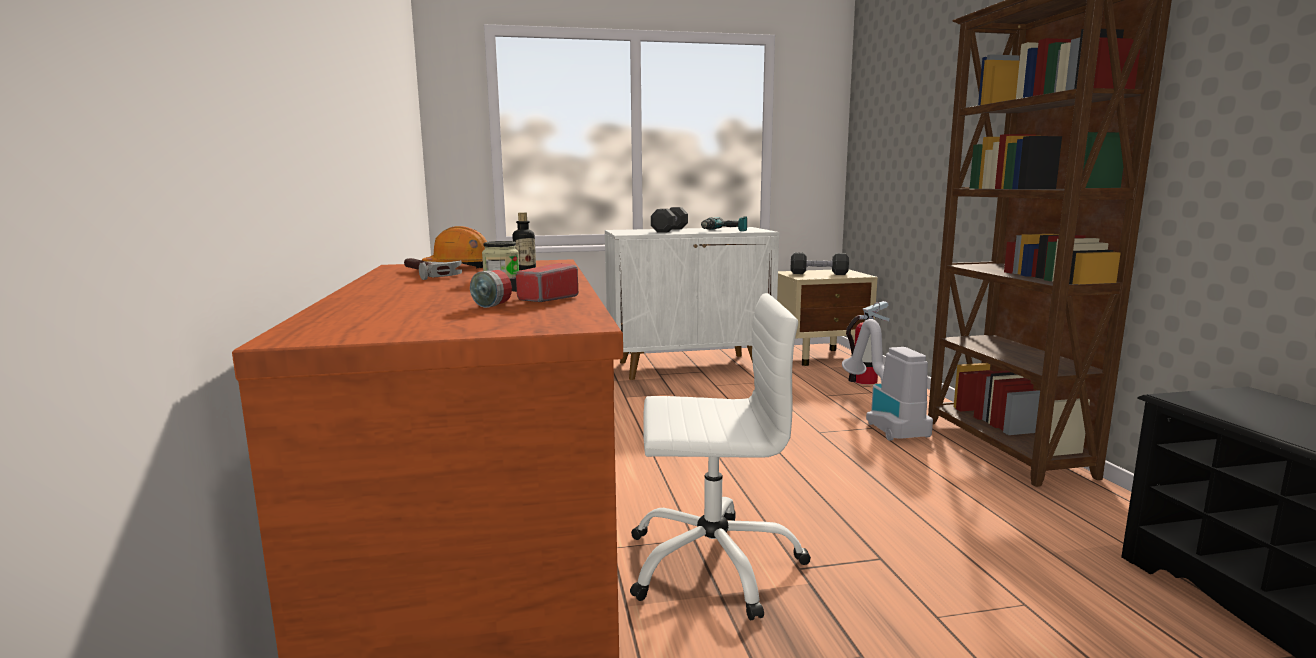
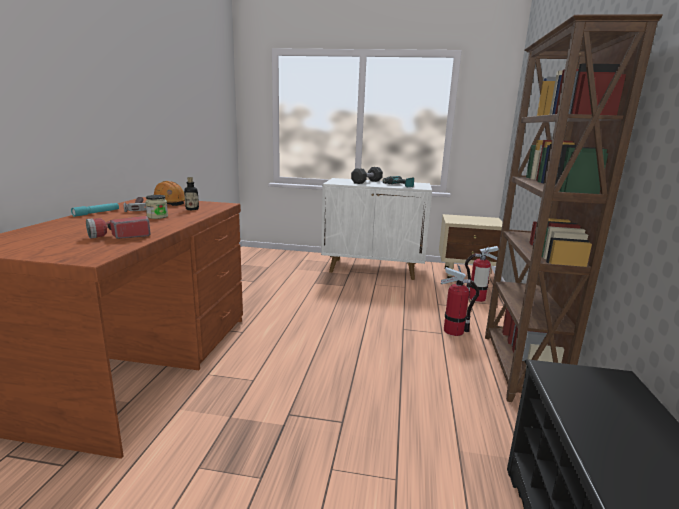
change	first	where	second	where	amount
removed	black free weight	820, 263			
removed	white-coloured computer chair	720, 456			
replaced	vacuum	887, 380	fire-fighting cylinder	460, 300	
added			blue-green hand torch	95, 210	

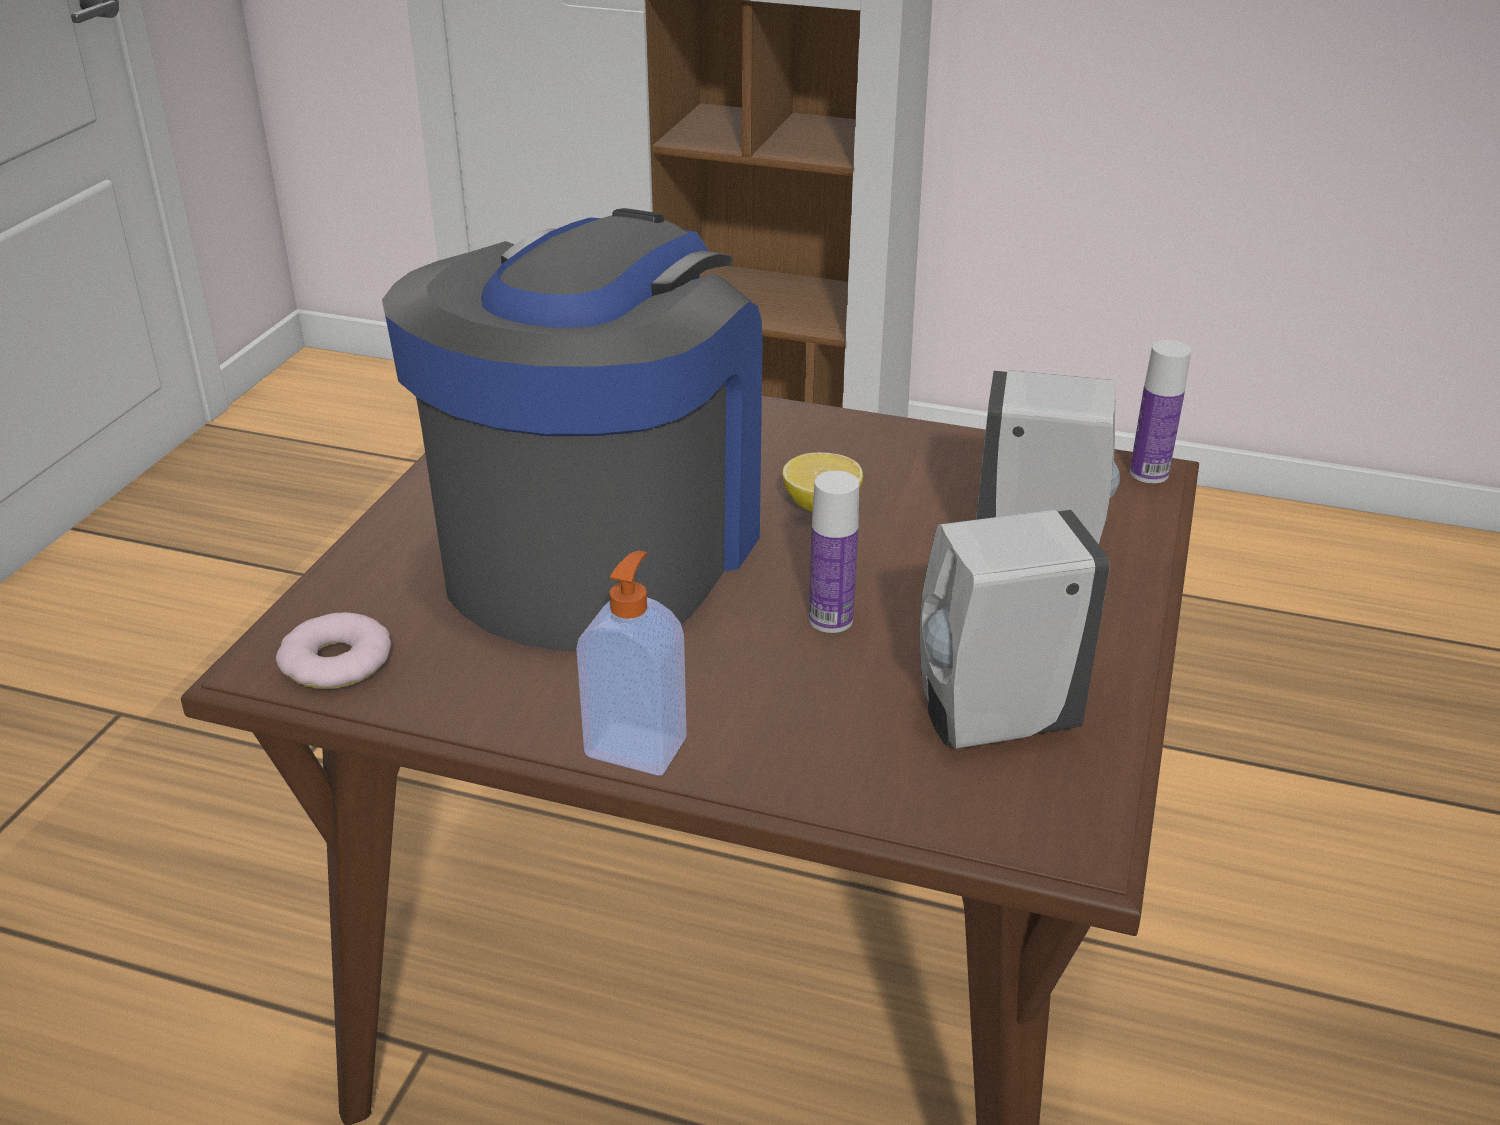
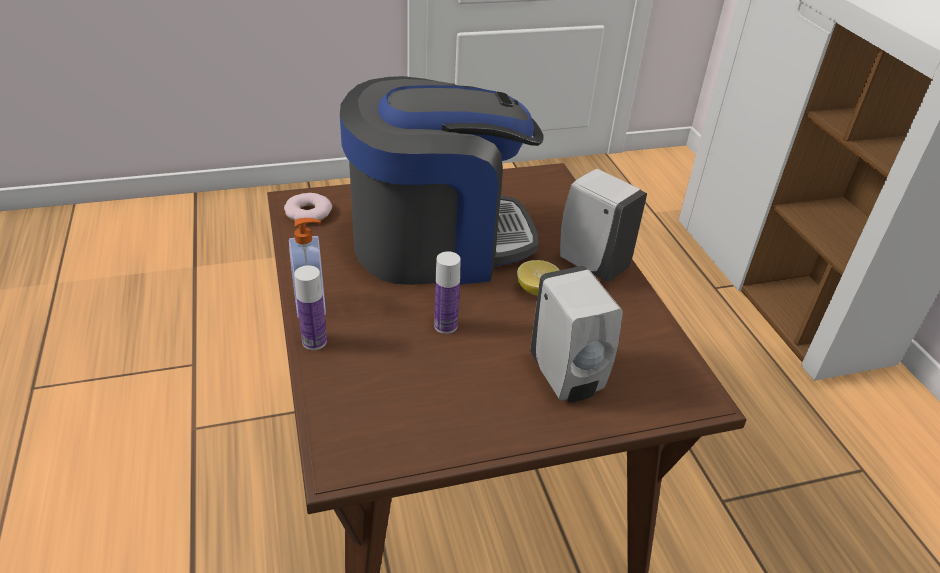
change	first	where	second	where	amount
moved	beverage bottle	1160, 411		310, 307	
moved	white-coloured liquid soap bottle	1014, 629		603, 225	

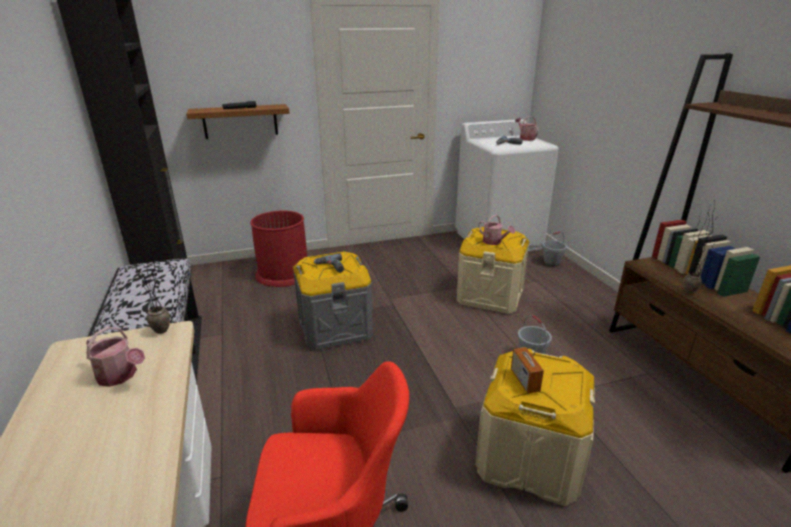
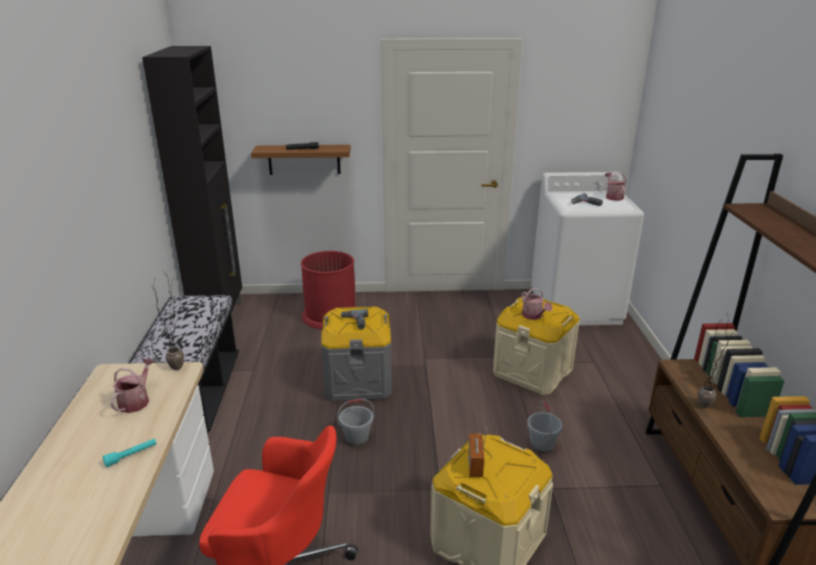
change	first	where	second	where	amount
moved	greyish water bucket	554, 248		355, 422	
turned	watering can	115, 357		133, 385	120 degrees counterclockwise
added			blue-green hand torch	129, 453	

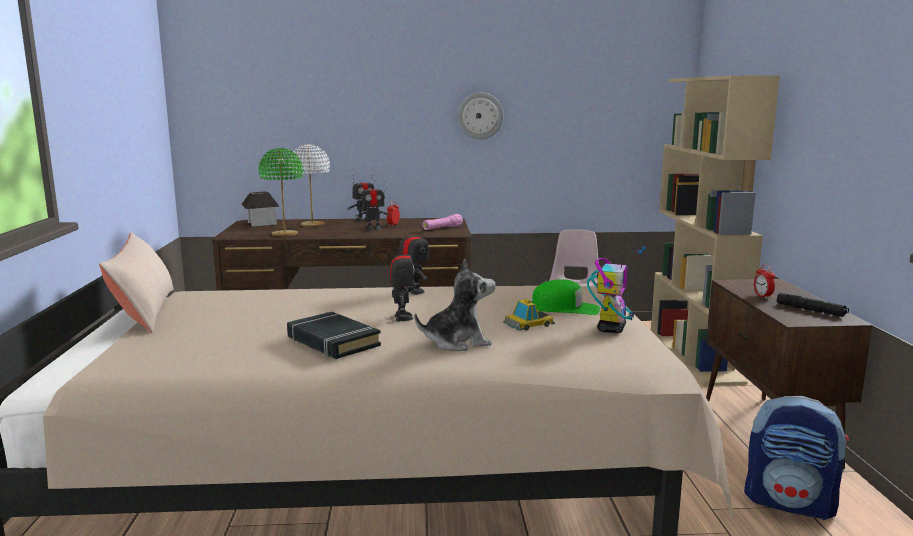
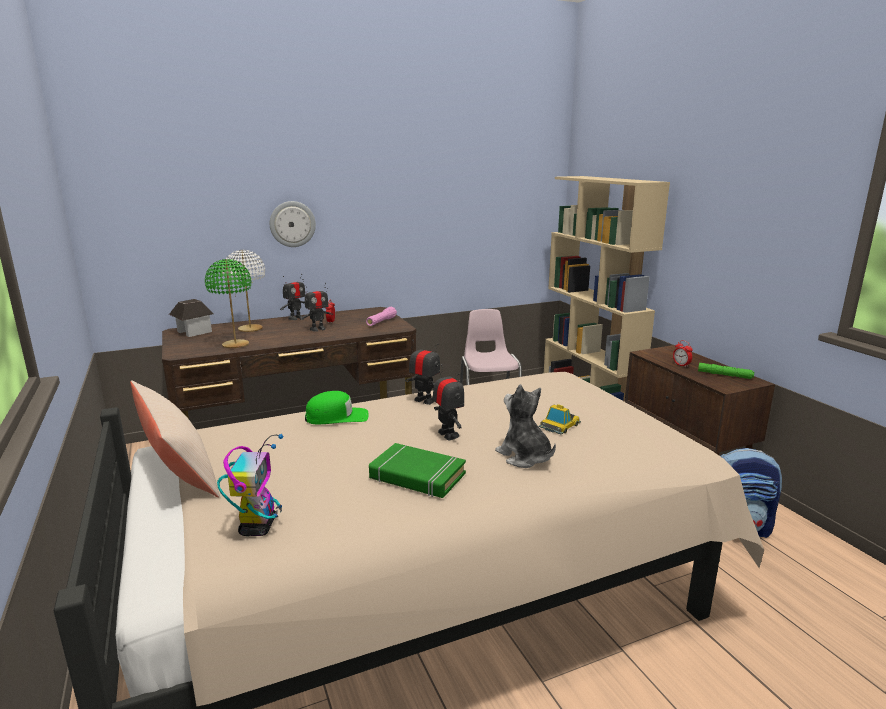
change	first	where	second	where	amount
moved	hanging clock	480, 116		293, 224	
moved	model robot	616, 289		250, 485	
turned	plush toy	455, 305		525, 426	90 degrees counterclockwise
moved	greenish baseball cap	565, 297		337, 407	
recoloured	black hand torch	813, 305	greenish hand torch	726, 371	
recoloured	black volume	334, 335	greenish volume	417, 470	

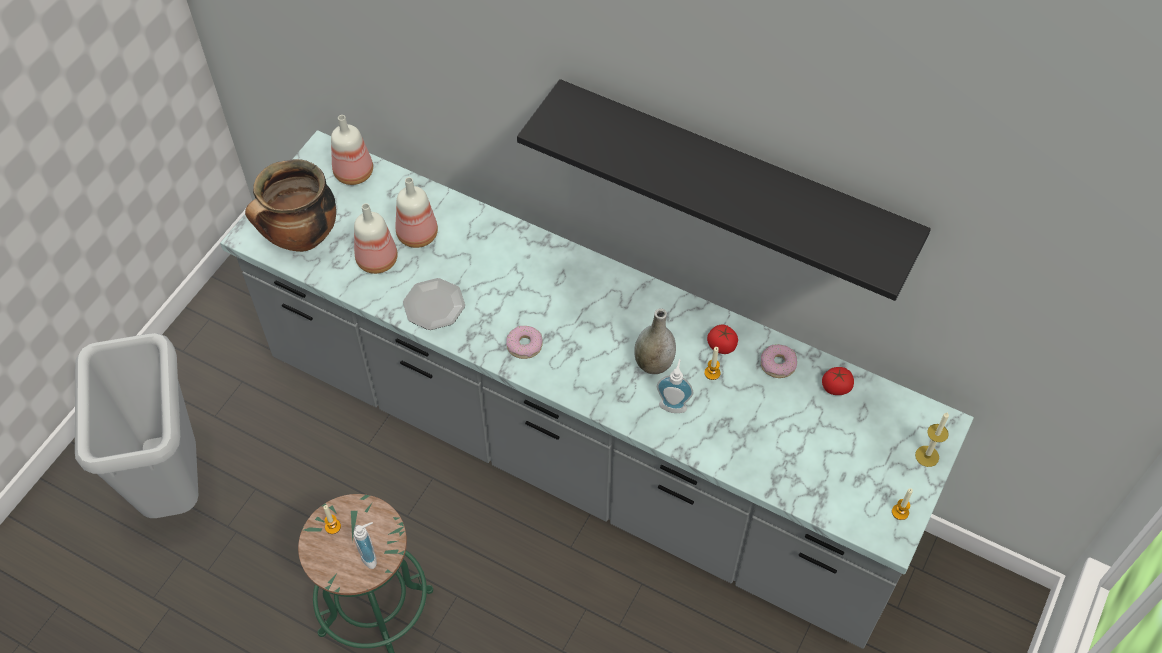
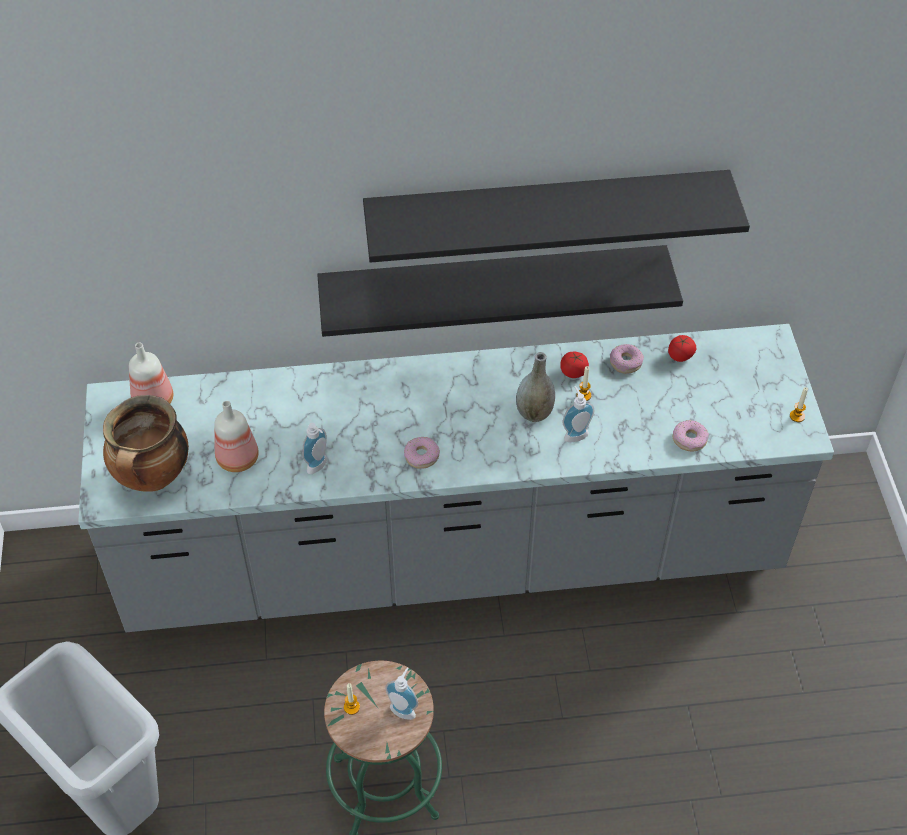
change	first	where	second	where	amount
removed	beverage bottle	417, 212			
replaced	flat dish	434, 304	liquid soap bottle	314, 448	
removed	wax light	932, 439			
added			black shelf	500, 291	
added			doughnut	691, 436	

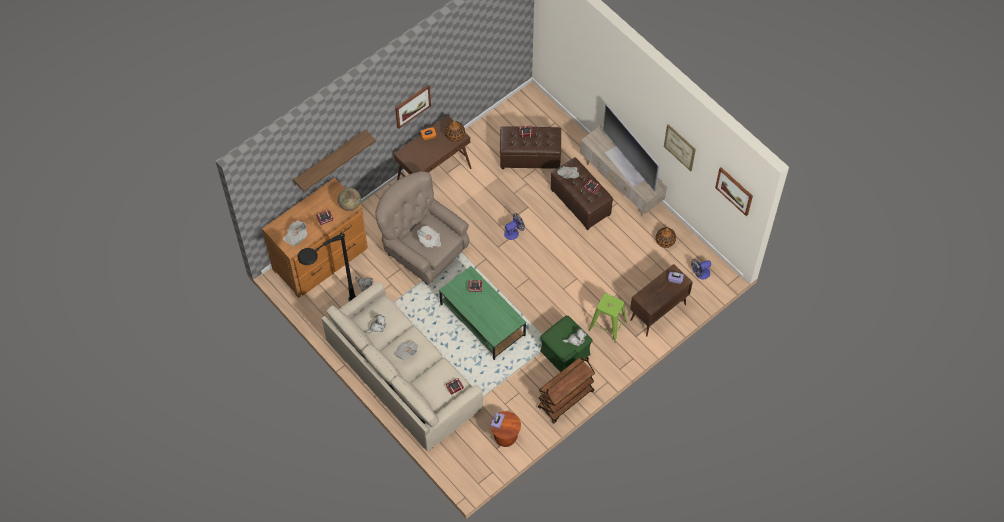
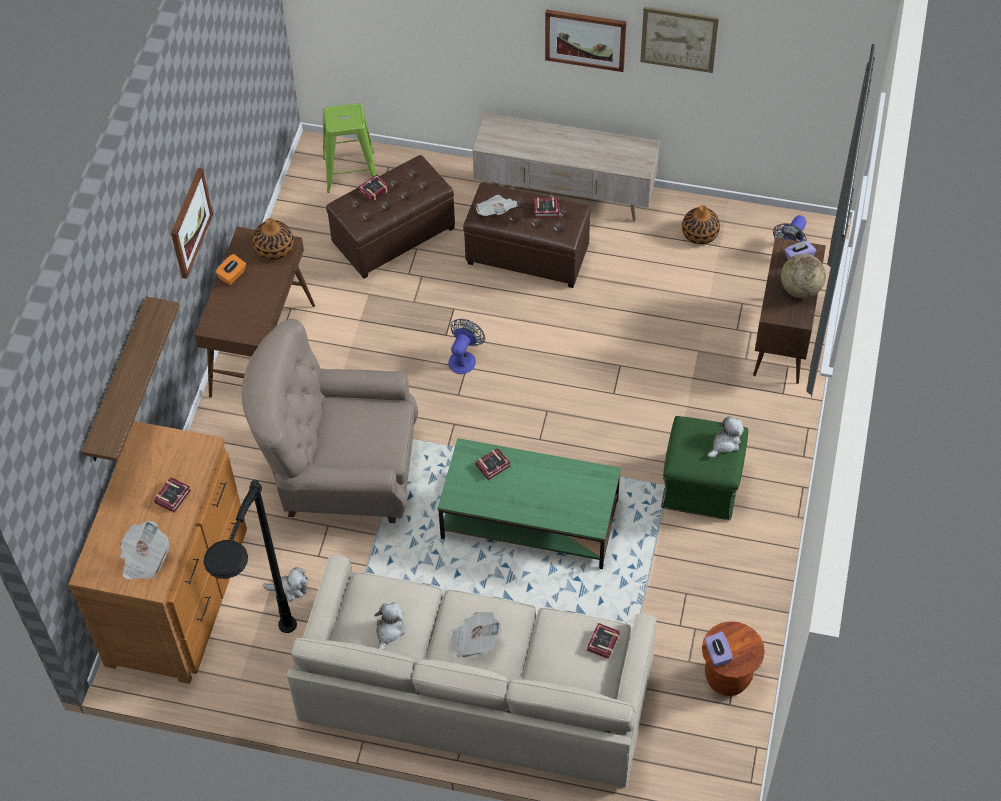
change	first	where	second	where	amount
removed	television	631, 147			
moved	wall picture	734, 191		586, 40	
moved	world globe	349, 199		803, 276	
removed	newspaper	429, 237			
moved	greenish sitting stool	608, 318		349, 148	
removed	brown-coloured trolley	566, 390			

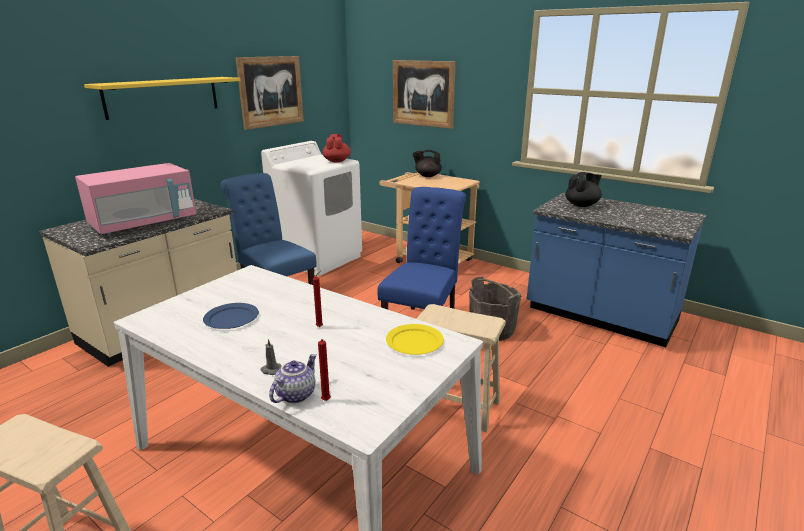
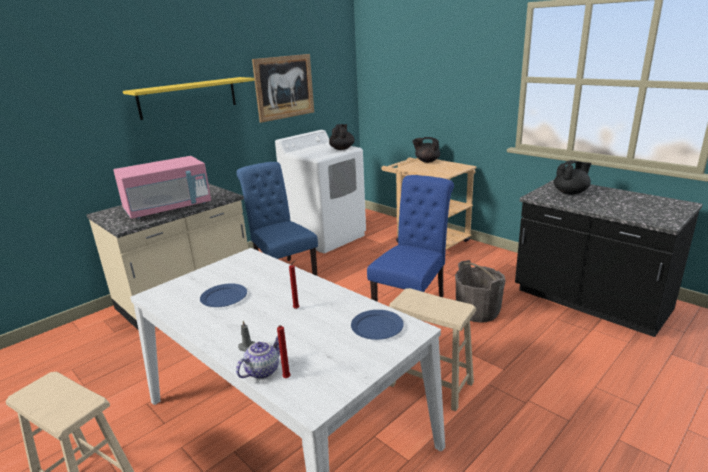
change	first	where	second	where	amount
removed	wall picture	424, 94			
recoloured	red tea pot	337, 148	black tea pot	342, 137	
recoloured	blue counter	616, 269	black counter	609, 258	
recoloured	yellow flat dish	415, 339	blue flat dish	377, 325	

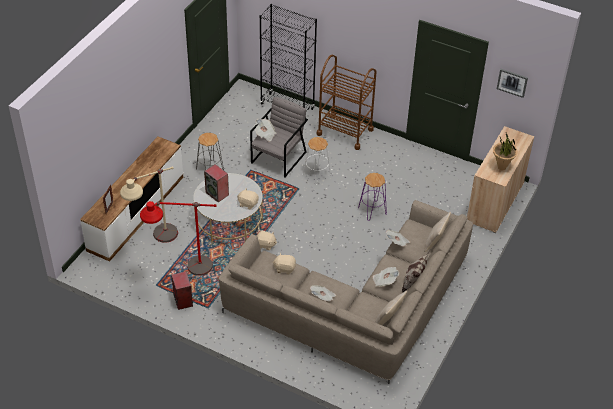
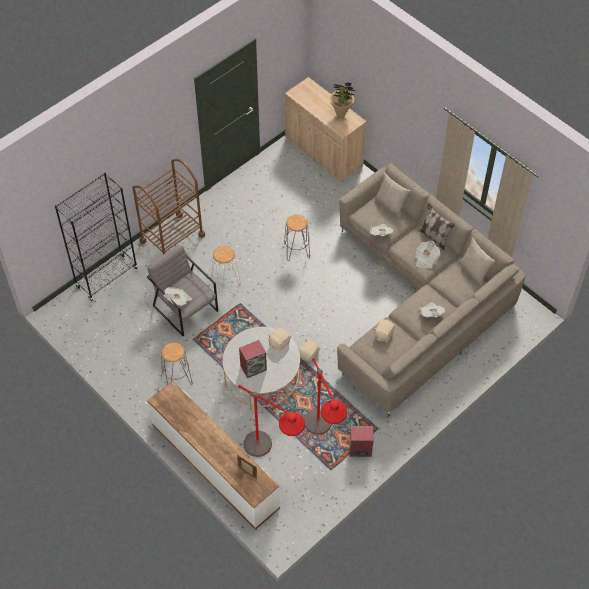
change	first	where	second	where	amount
removed	wall picture	512, 83			
recoloured	sand-coloured standard lamp	149, 204	red standard lamp	271, 421	
recoloured	purple sitting stool	372, 197	greyish sitting stool	297, 237	

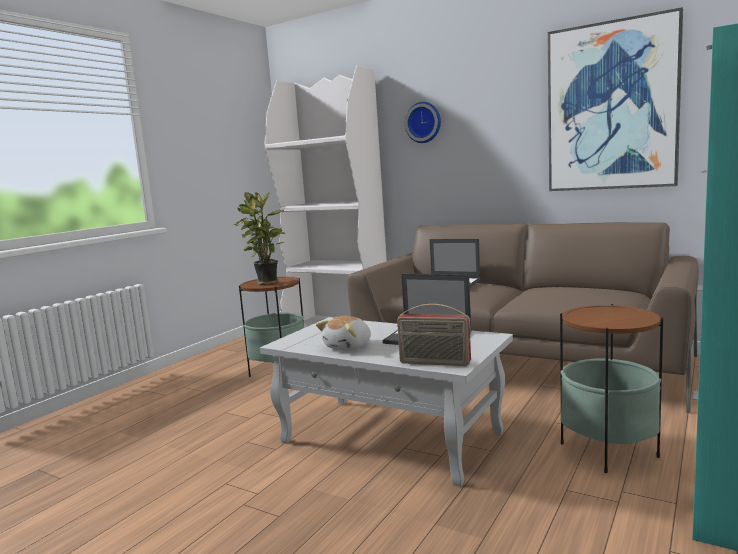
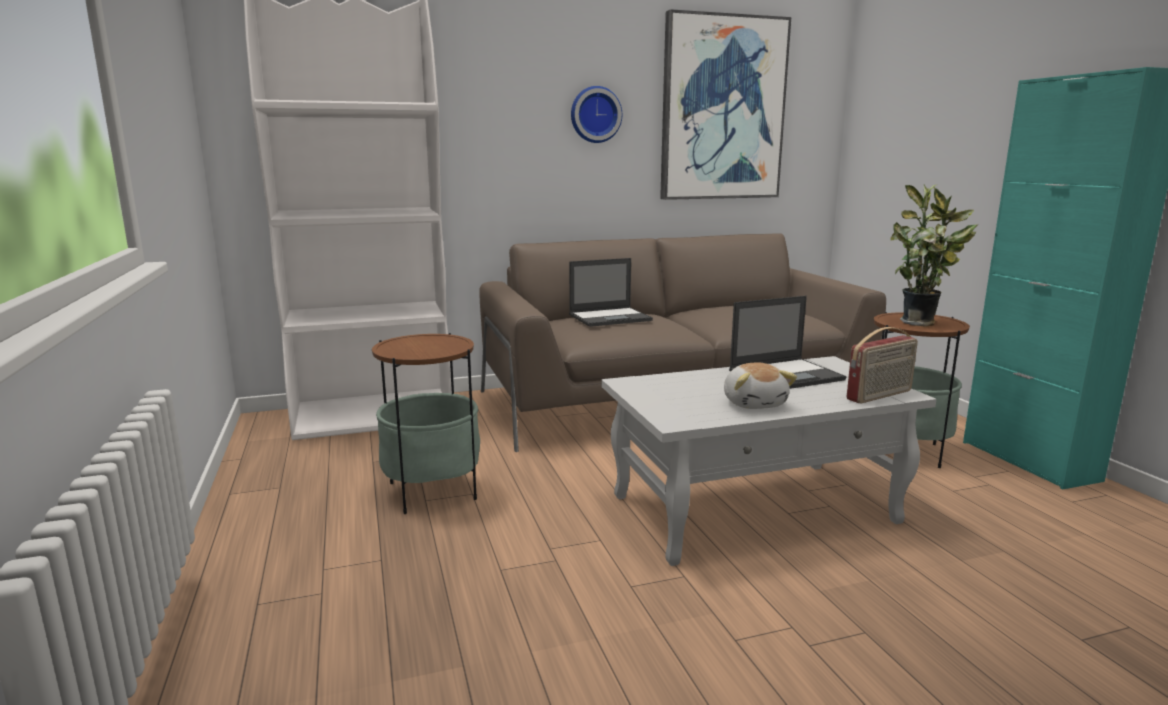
change	first	where	second	where	amount
moved	hanging clock	423, 122		596, 114	
moved	houseplant	259, 238		933, 256	

